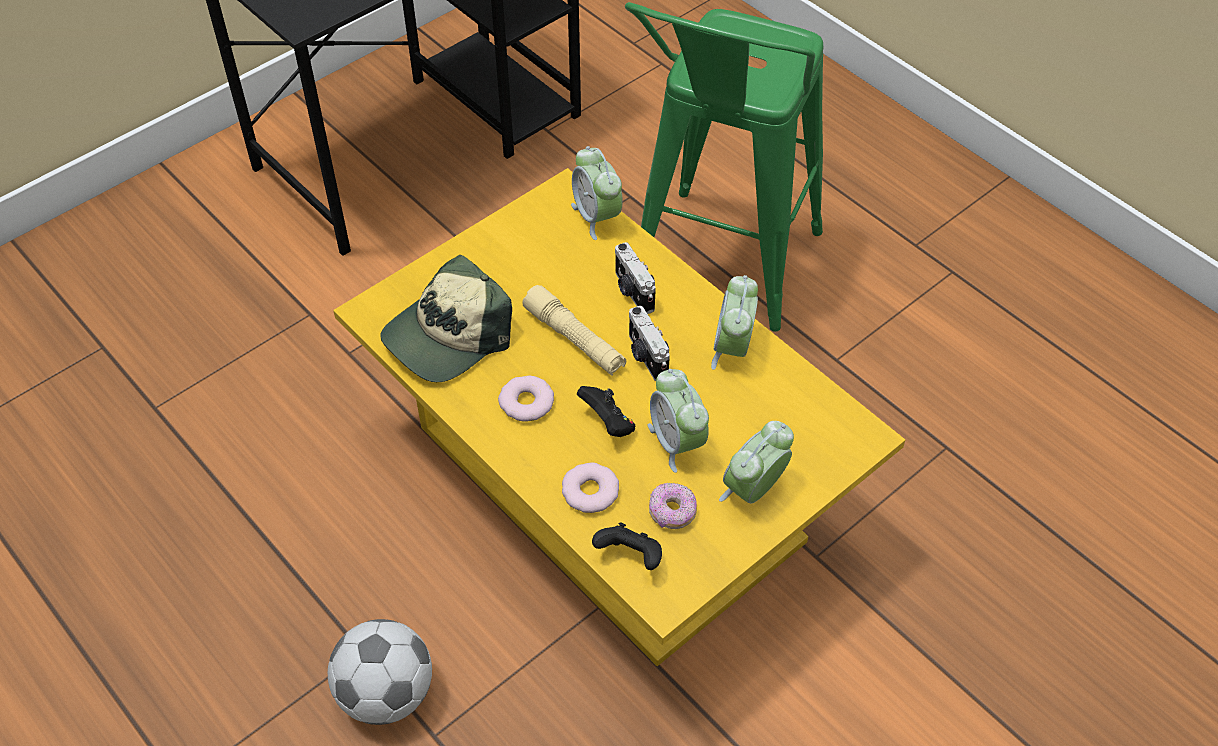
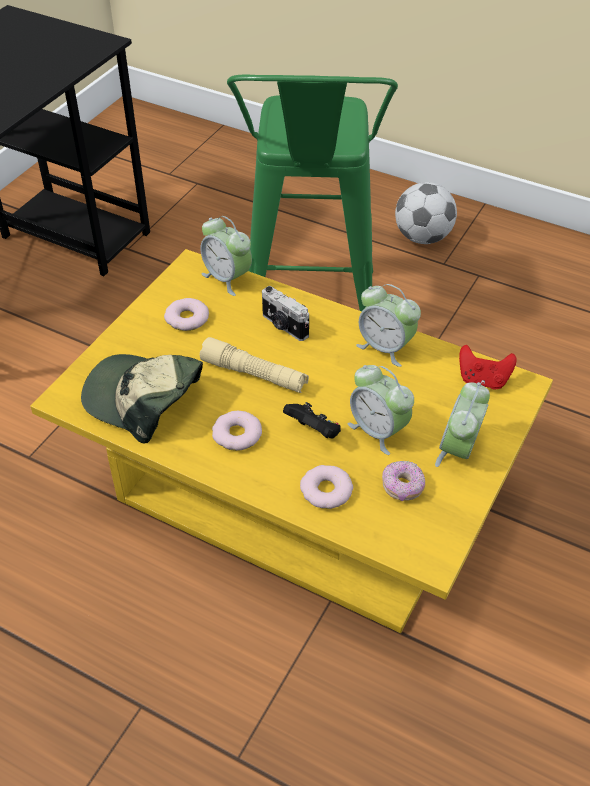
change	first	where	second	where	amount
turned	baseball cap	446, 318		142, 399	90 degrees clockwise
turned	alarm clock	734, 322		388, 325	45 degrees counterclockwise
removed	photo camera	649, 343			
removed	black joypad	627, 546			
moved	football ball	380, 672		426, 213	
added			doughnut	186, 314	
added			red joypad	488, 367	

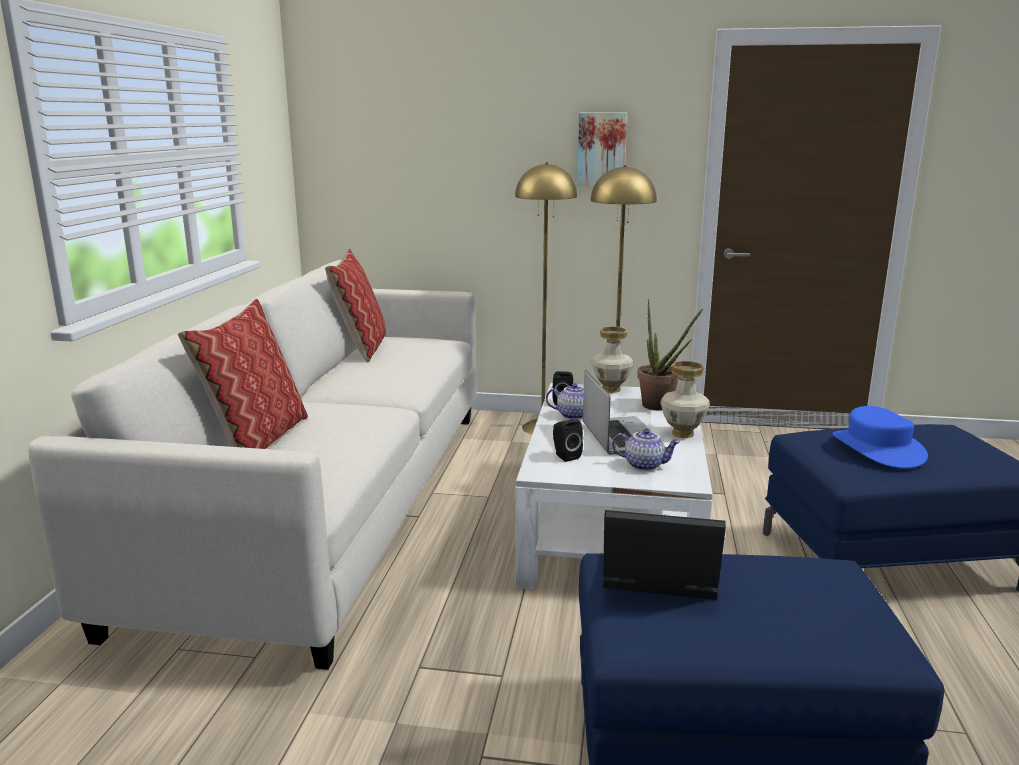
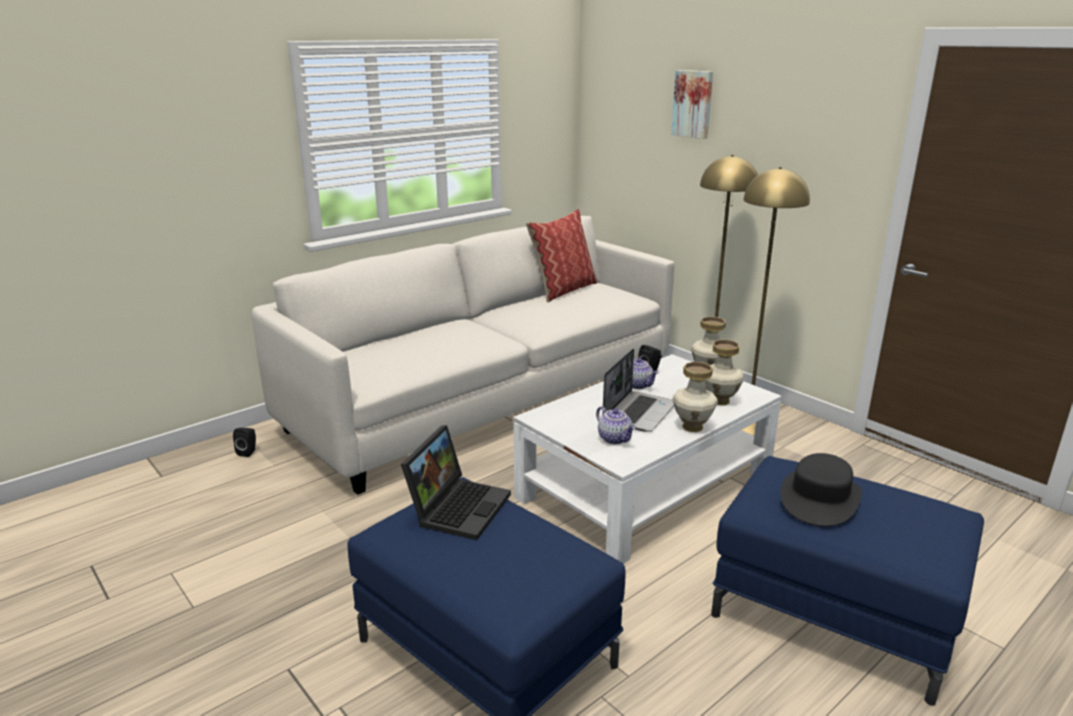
change	first	where	second	where	amount
moved	wall picture	602, 149		692, 104	
removed	cushion	243, 374			
replaced	houseplant	670, 354	vase	724, 372	
recoloured	blue hat	880, 437	black hat	821, 490	
moved	black audio speaker	568, 440		244, 442	
turned	portable computer	664, 555		456, 482	60 degrees clockwise

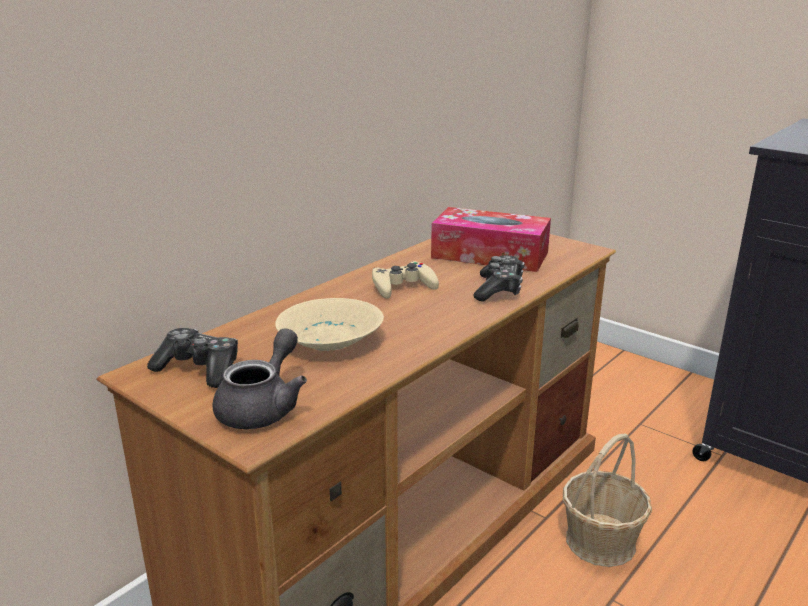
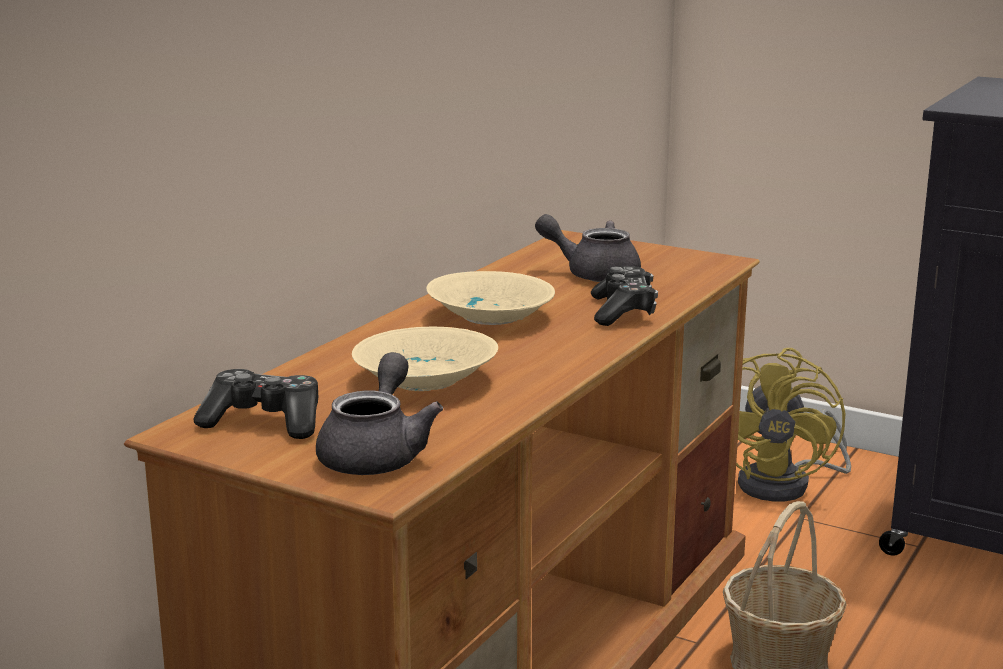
change	first	where	second	where	amount
replaced	box of tissues	491, 239	greyish tea pot	588, 248	
replaced	sand-coloured joypad	405, 280	sand-coloured serving bowl	490, 298	
added			yellow fan	793, 425	

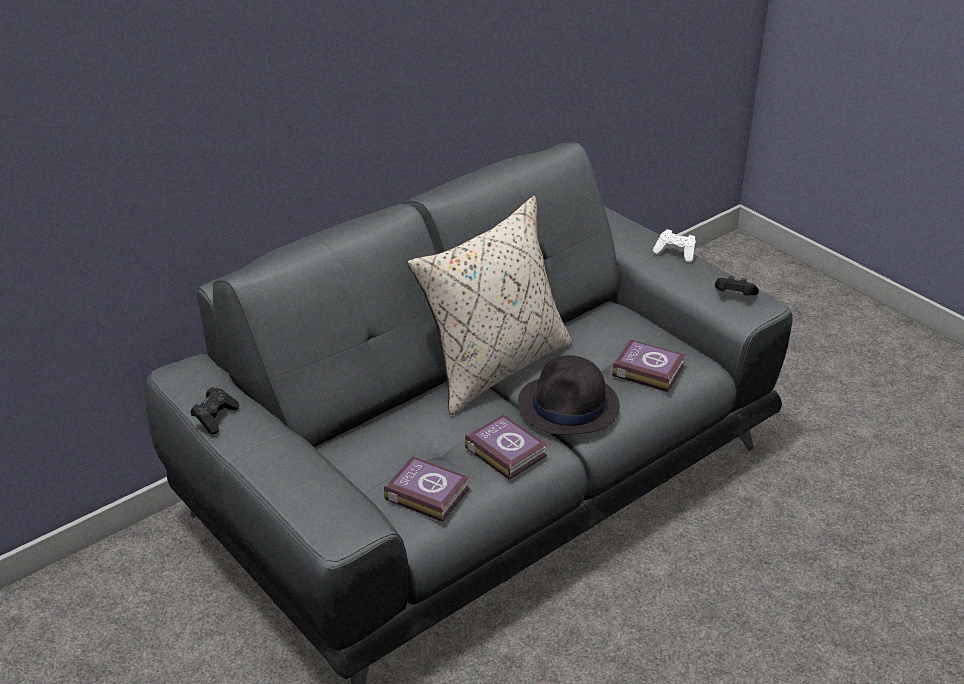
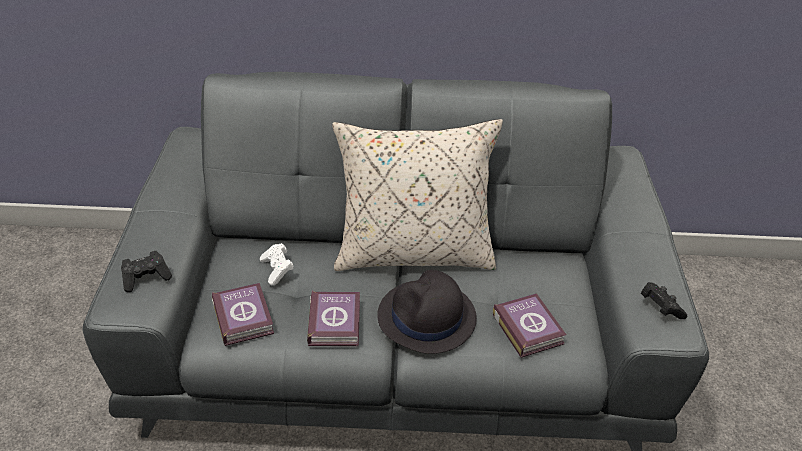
change	first	where	second	where	amount
moved	white-coloured joypad	674, 246		277, 264	
moved	black joypad	214, 410		146, 271	

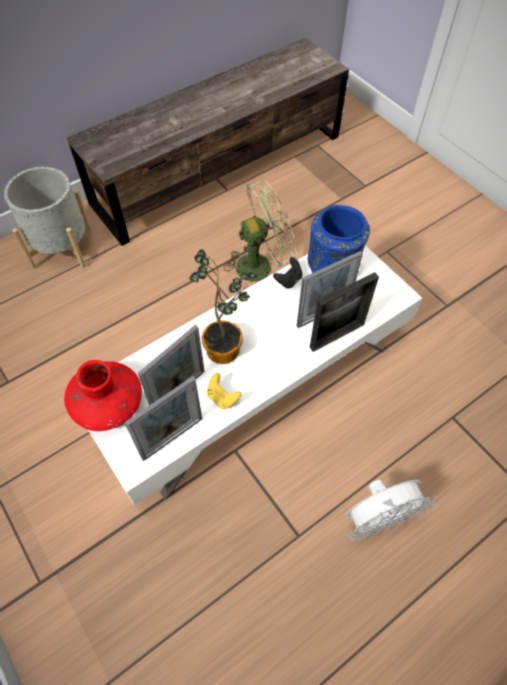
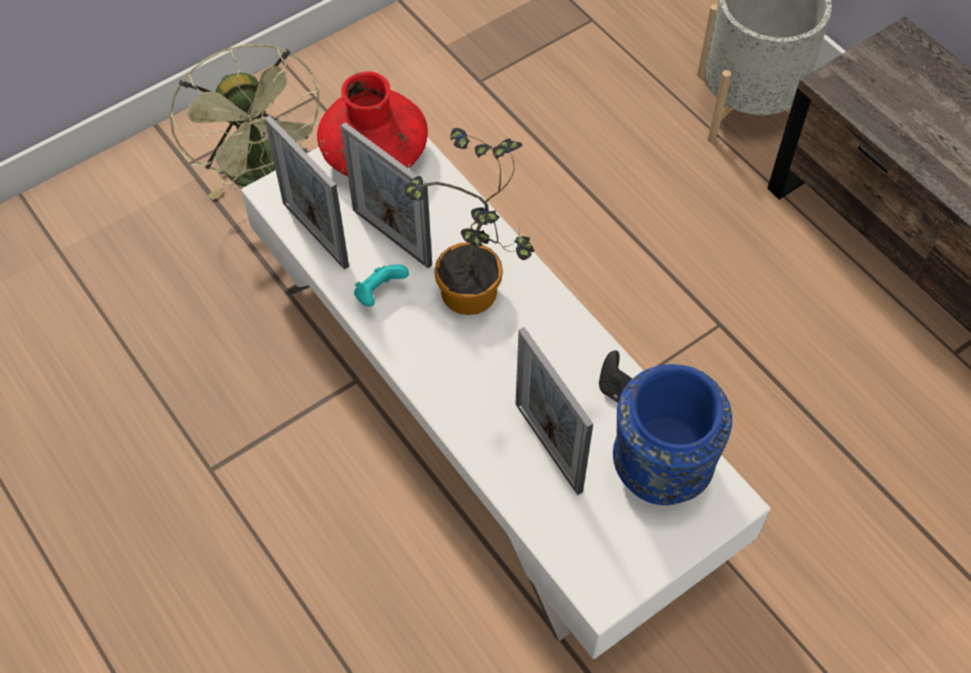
change	first	where	second	where	amount
moved	greenish fan	260, 231		246, 122	
removed	photo frame	344, 312			
recoloured	yellow joypad	224, 391	blue-green joypad	381, 285	
removed	white-coloured fan	391, 510			

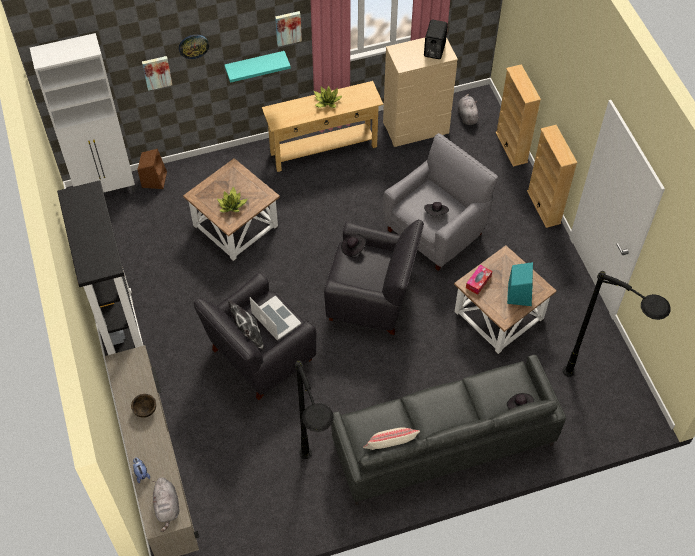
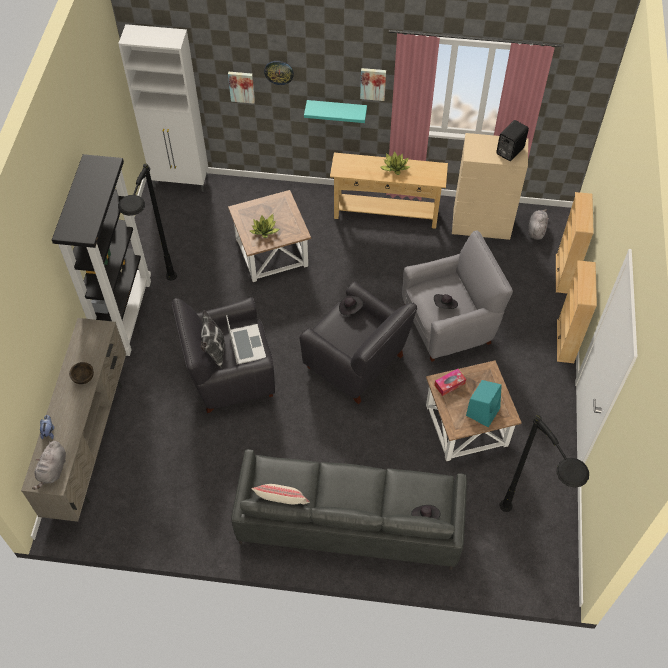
change	first	where	second	where	amount
removed	brown-coloured audio speaker	152, 169			
moved	black standard lamp	314, 409		147, 221	

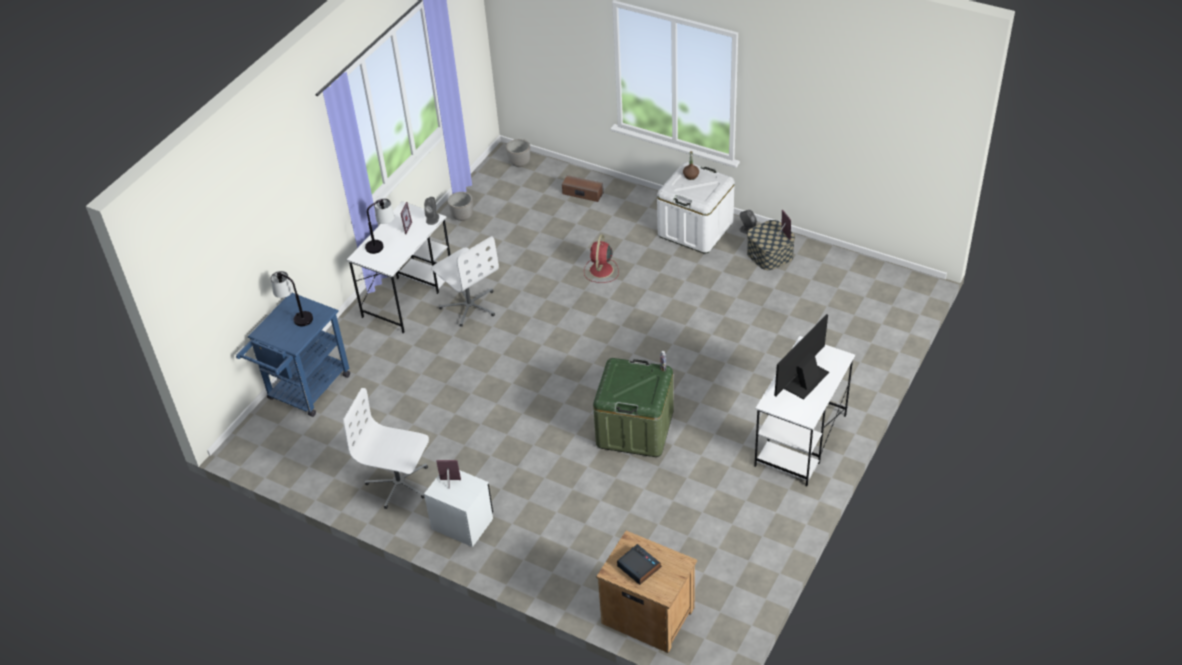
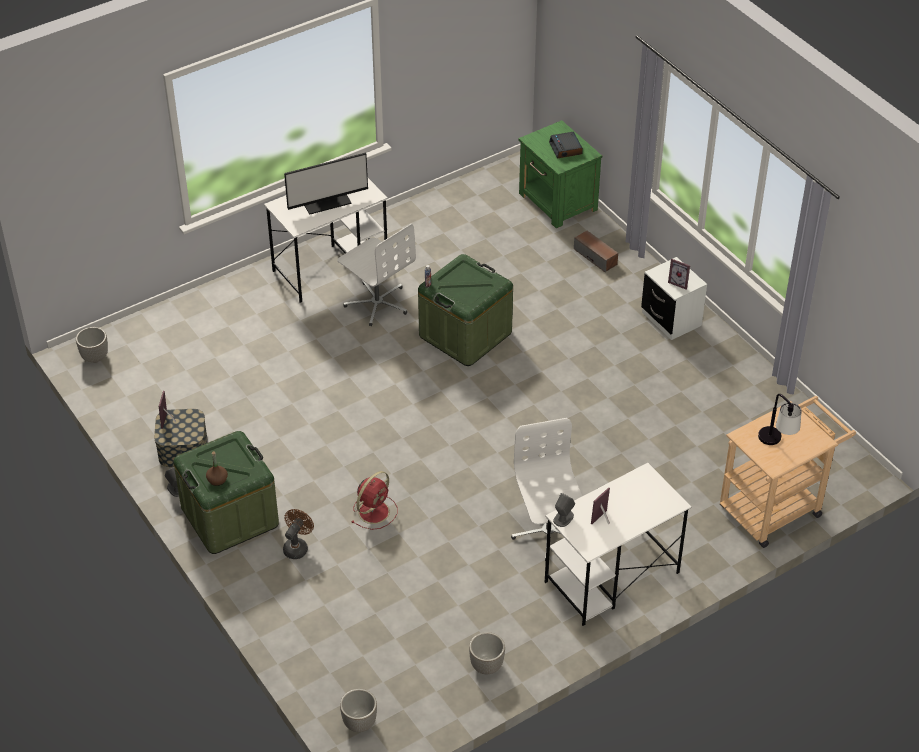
change	first	where	second	where	amount
recoloured	white-coloured storage container	696, 208	greenish storage container	226, 492	
moved	audio speaker	583, 188		596, 251	
removed	table lamp	380, 226			
recoloured	blue trolley	293, 355	sand-coloured trolley	788, 472	
moved	white-coloured computer chair	386, 448		376, 275	
recoloured	brown-coloured nightstand	646, 592	greenish nightstand	560, 174	
added			flower pot	92, 345	
added			brown-coloured fan	298, 534	

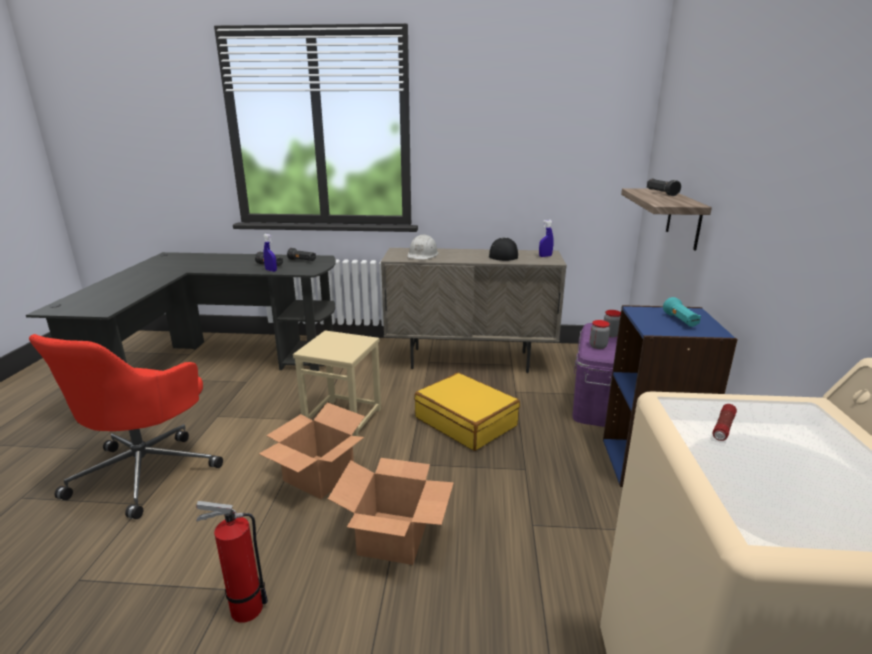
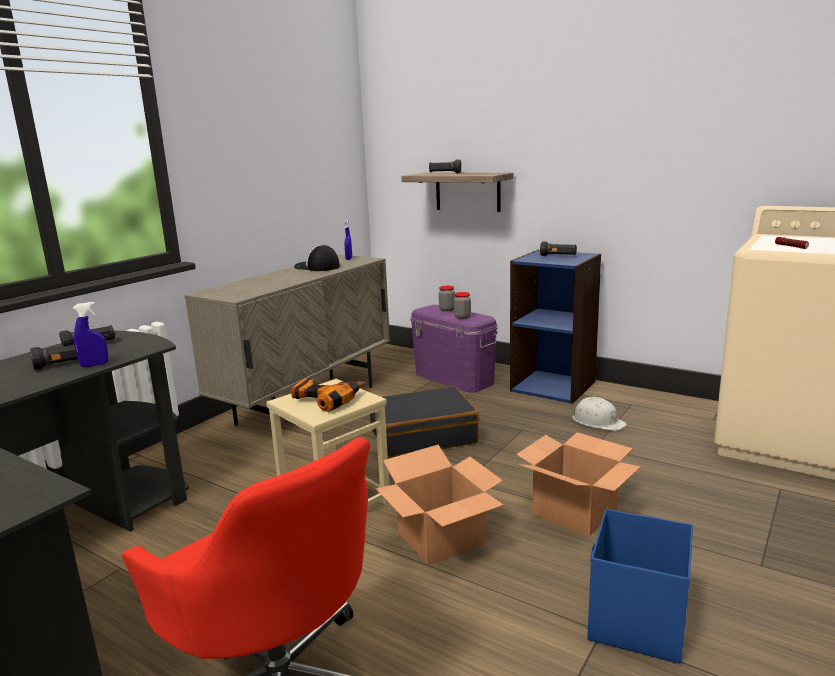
change	first	where	second	where	amount
moved	white-coloured safety helmet	423, 247		599, 414	
recoloured	blue-green hand torch	682, 312	black hand torch	558, 248	
recoloured	yellow suitcase	467, 412	black suitcase	424, 422	
replaced	fire-fighting cylinder	232, 562	blue storage container	640, 586	
added			power drill	330, 395	

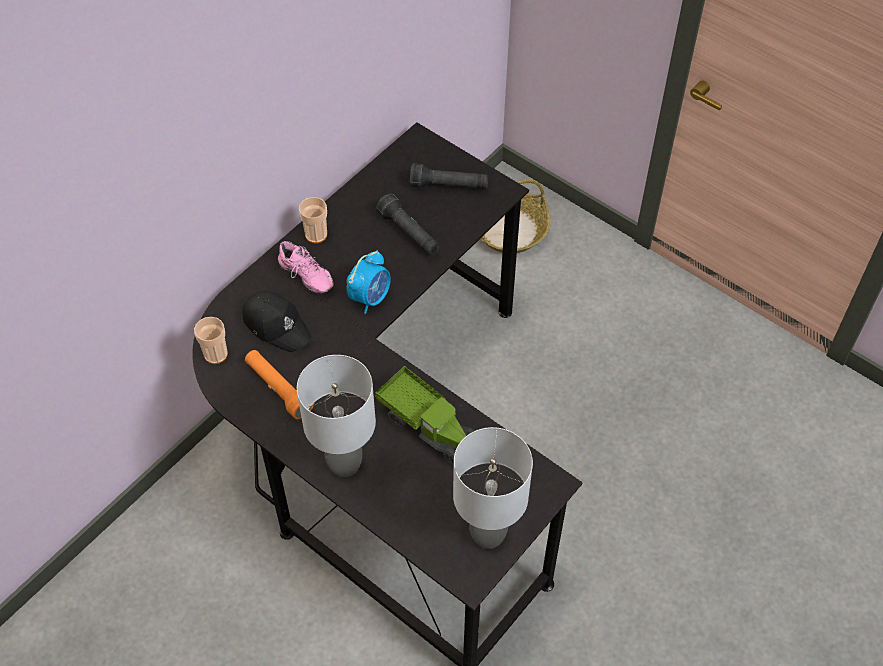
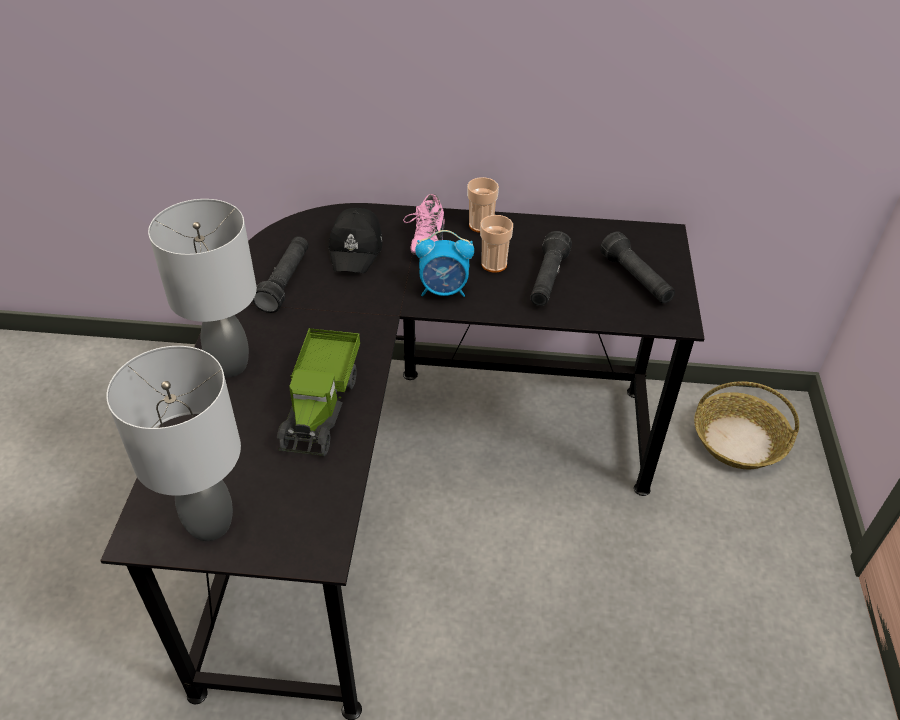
change	first	where	second	where	amount
moved	small cup	211, 340		496, 244	
recoloured	orange-coloured hand torch	279, 384	black hand torch	281, 274	

